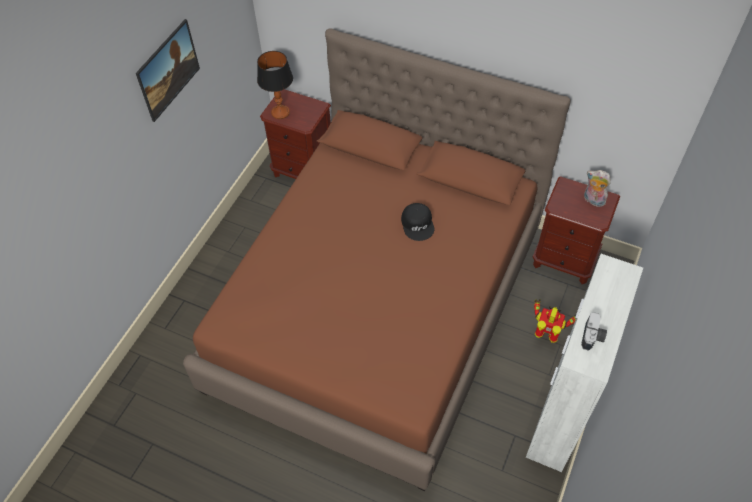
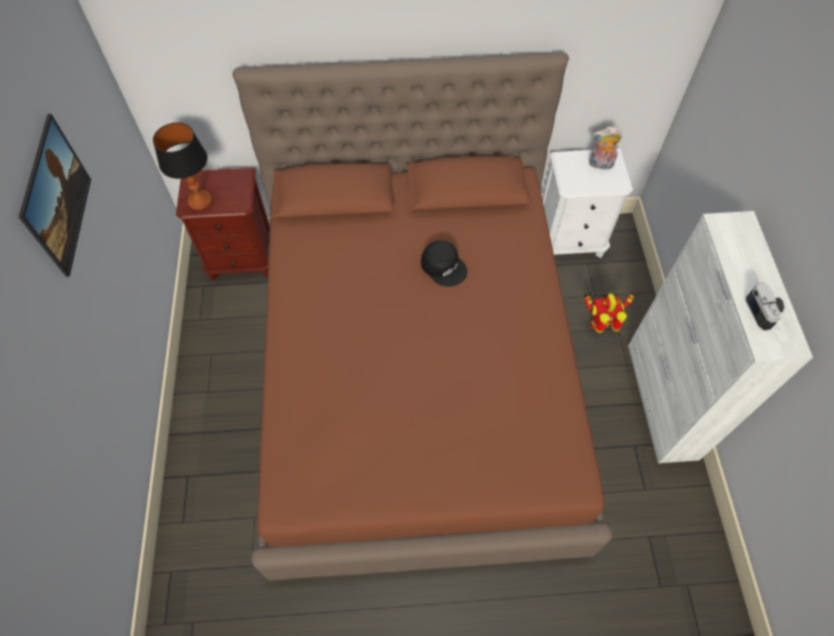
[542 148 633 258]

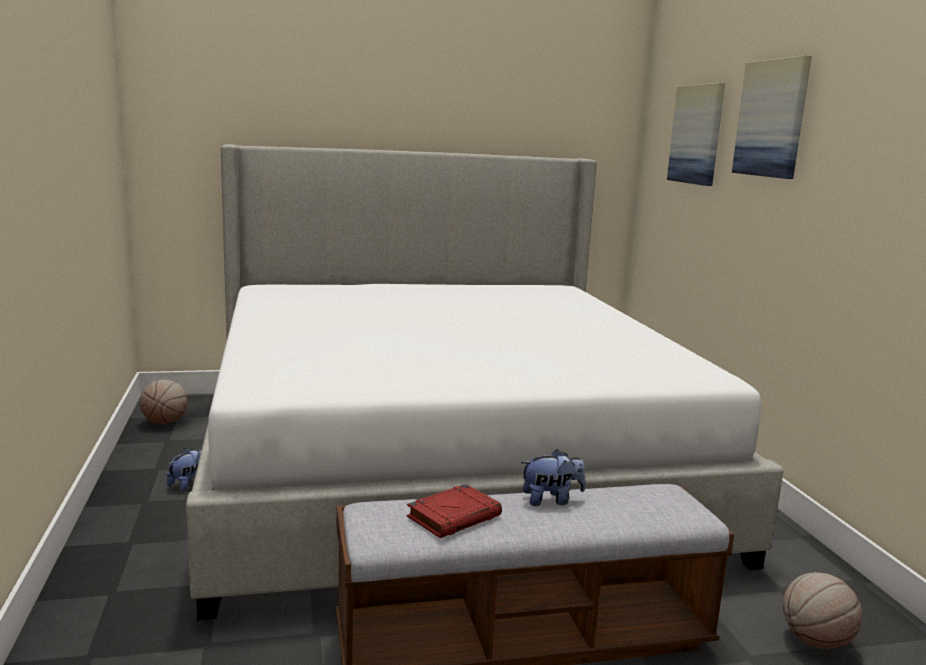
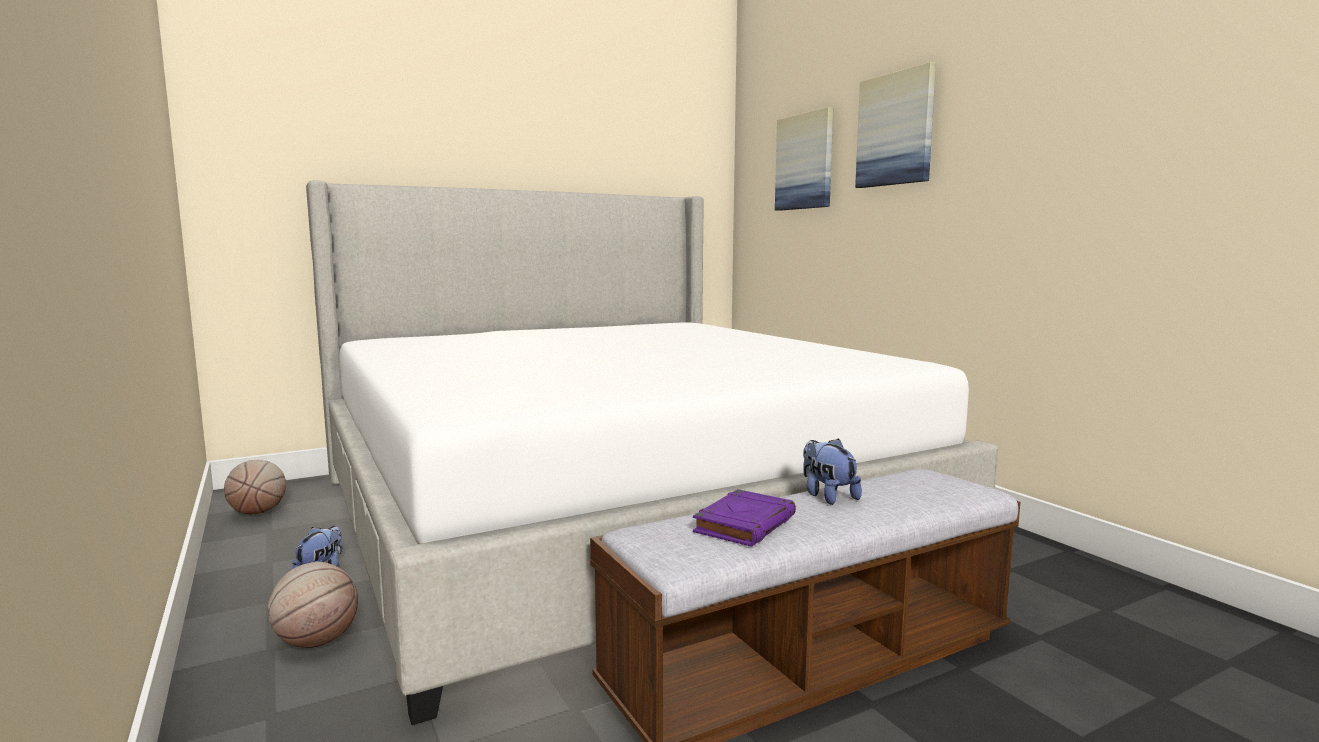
[803 438 862 505]
[693 489 796 547]
[268 562 358 648]

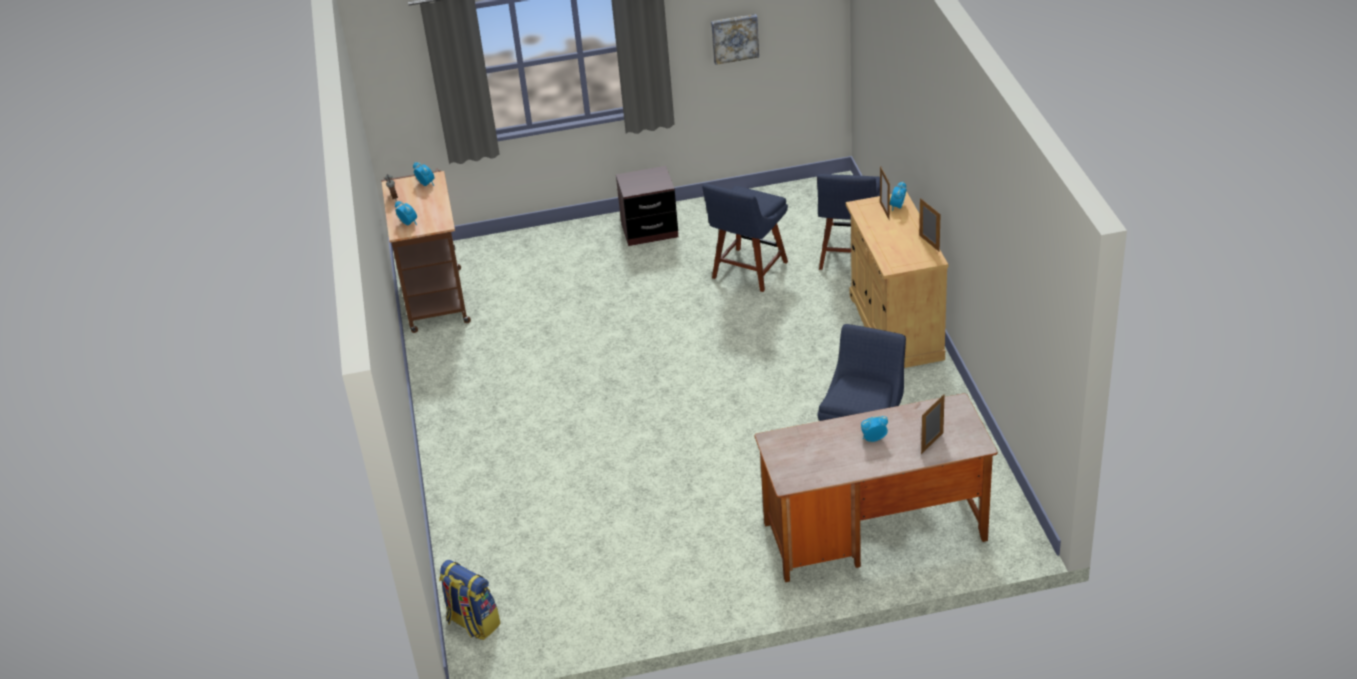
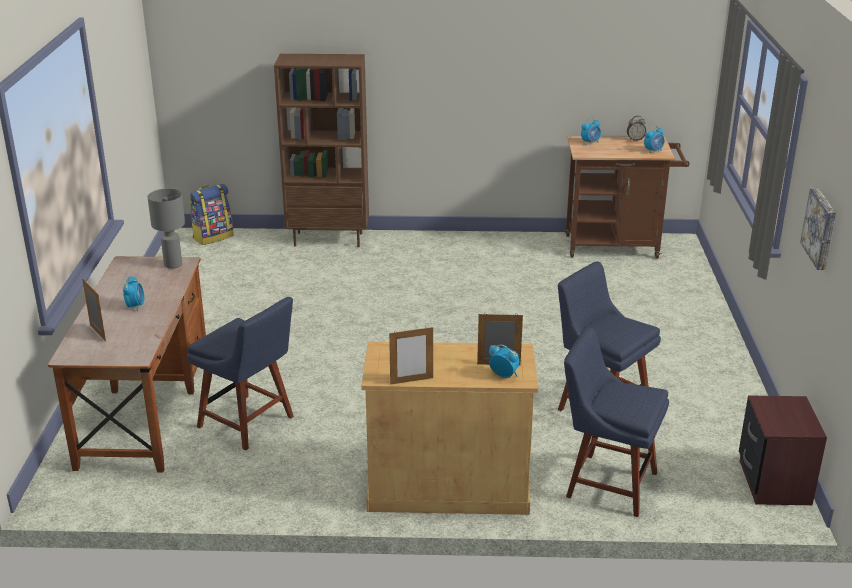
[739 395 827 505]
[274 54 369 247]
[147 189 185 269]

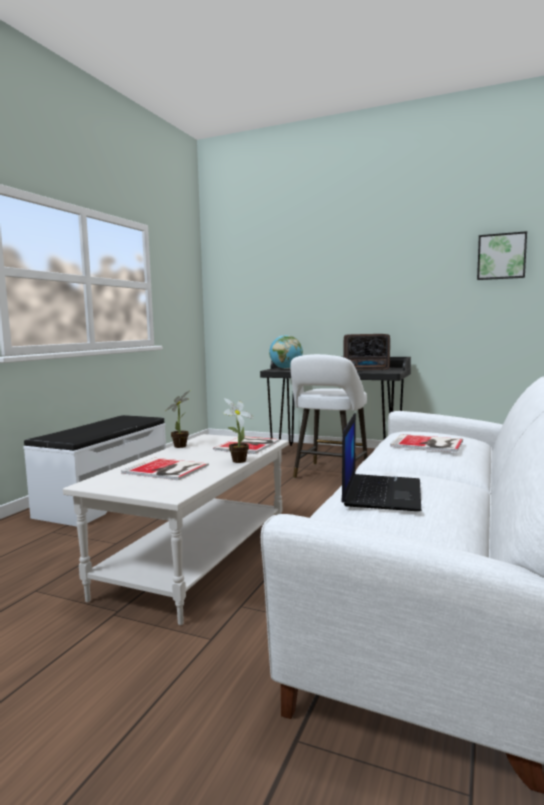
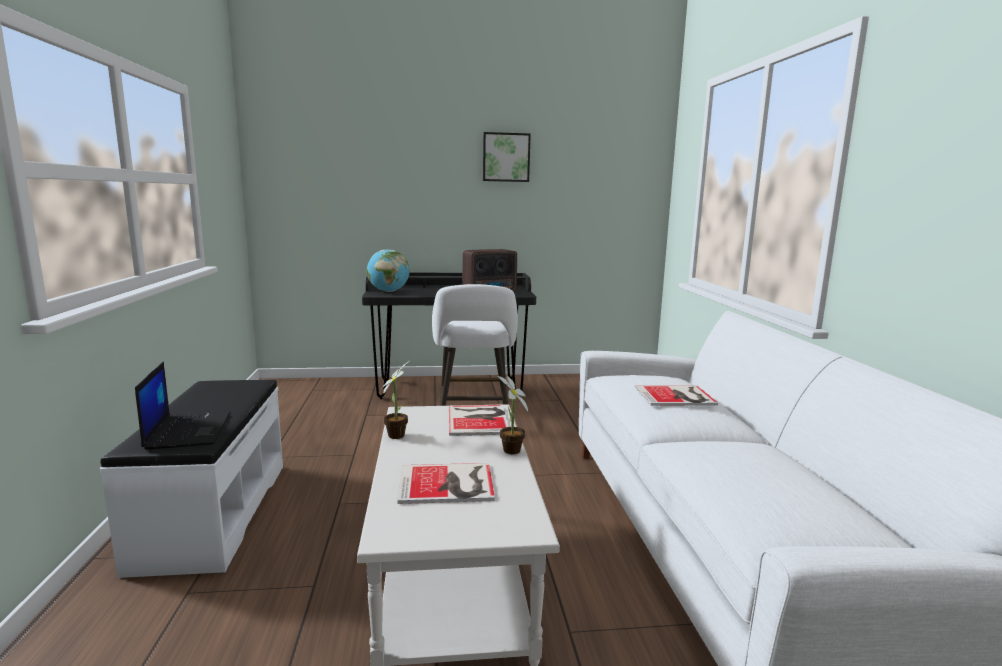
[483 132 531 182]
[135 362 231 450]

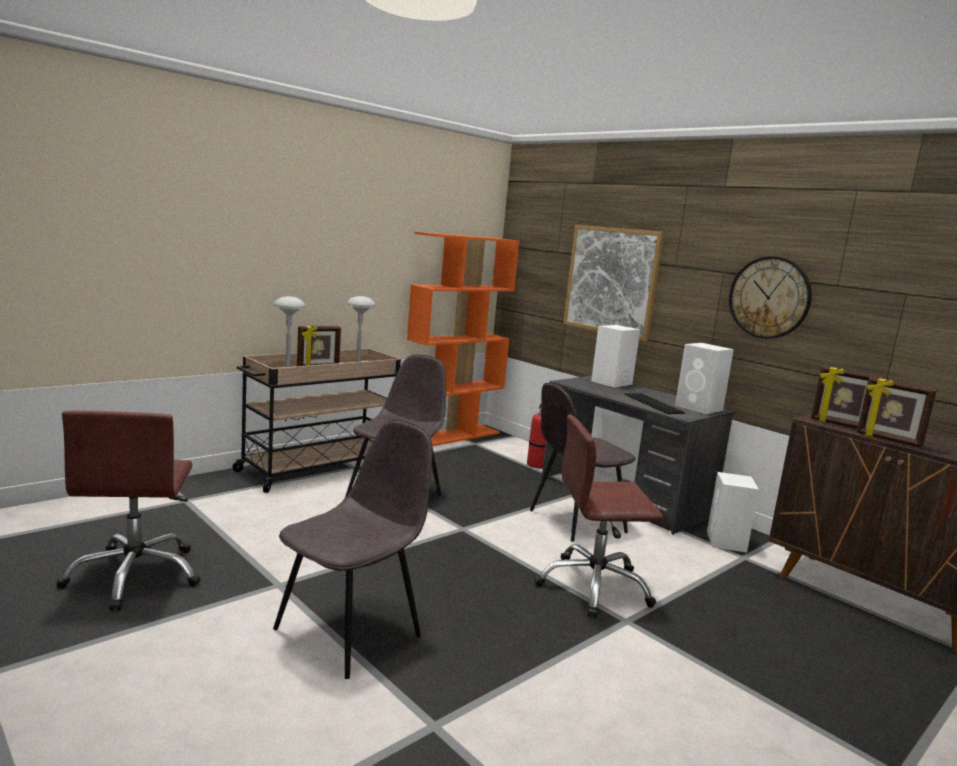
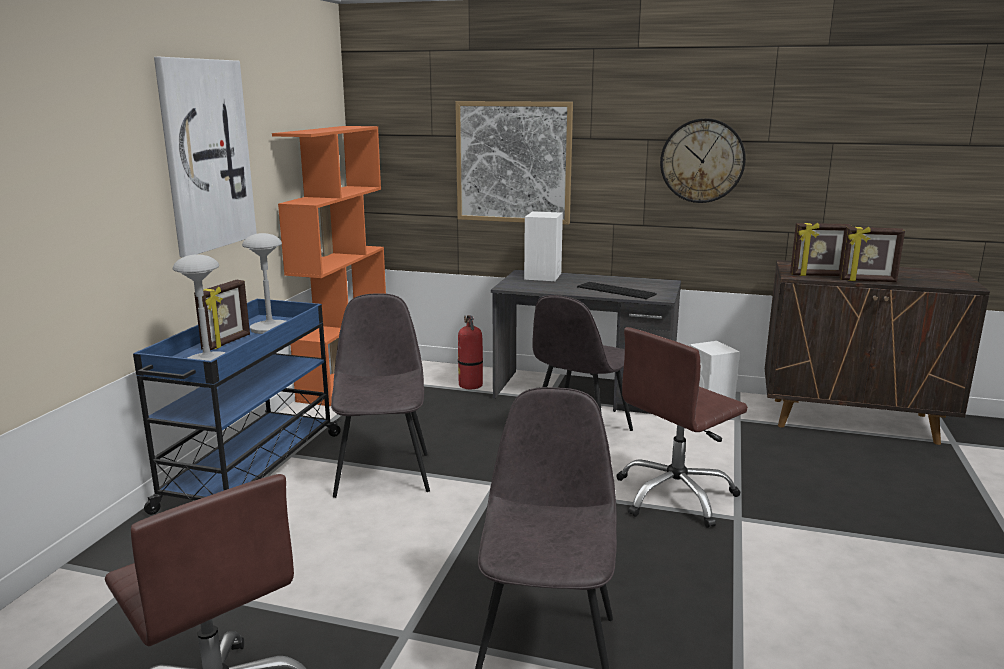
[675 343 734 414] (first image)
[133 299 342 515]
[154 57 257 258]

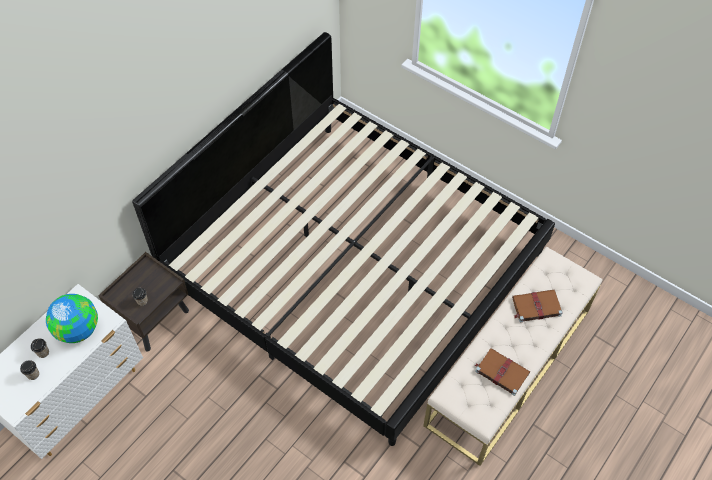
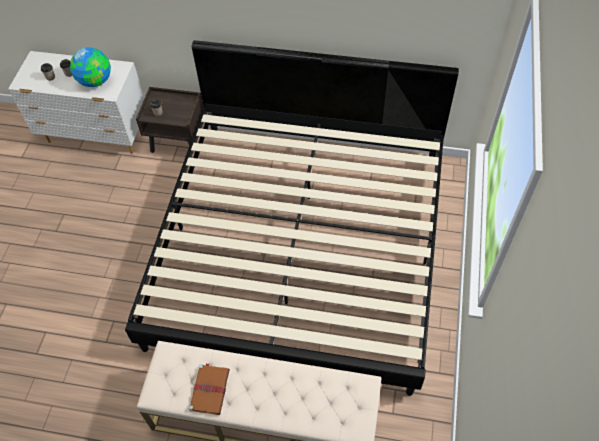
[512 290 563 322] (first image)

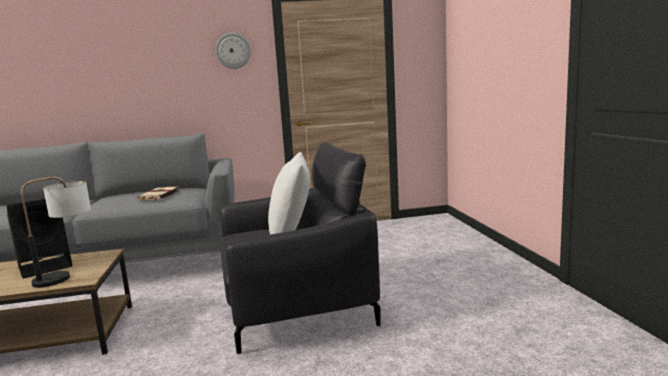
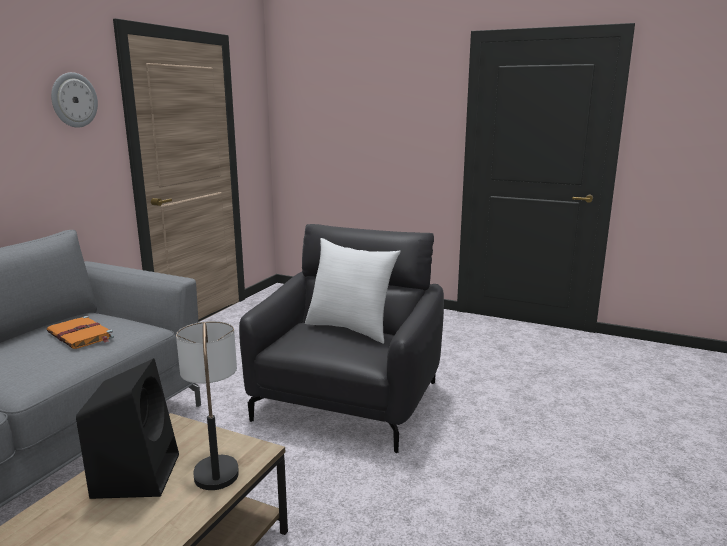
[47 316 114 349]

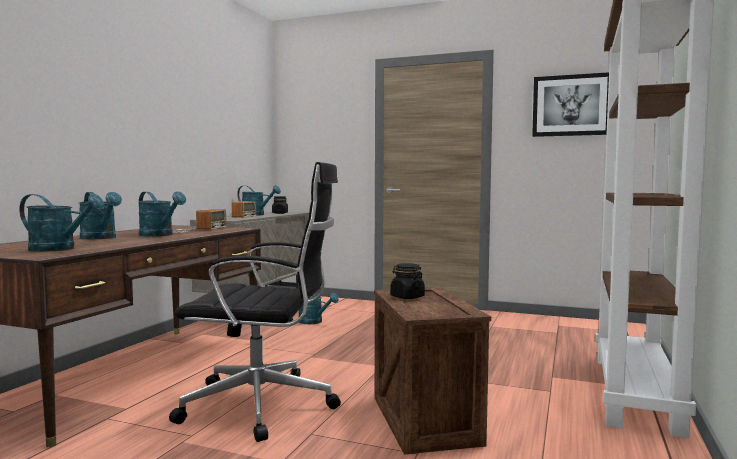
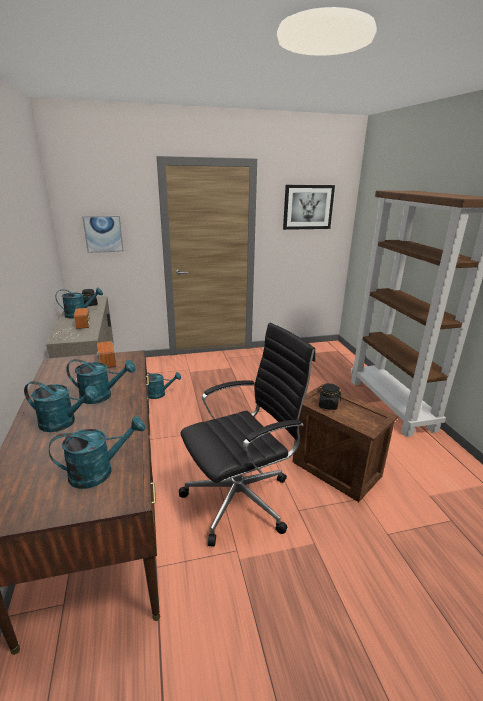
[82 216 124 253]

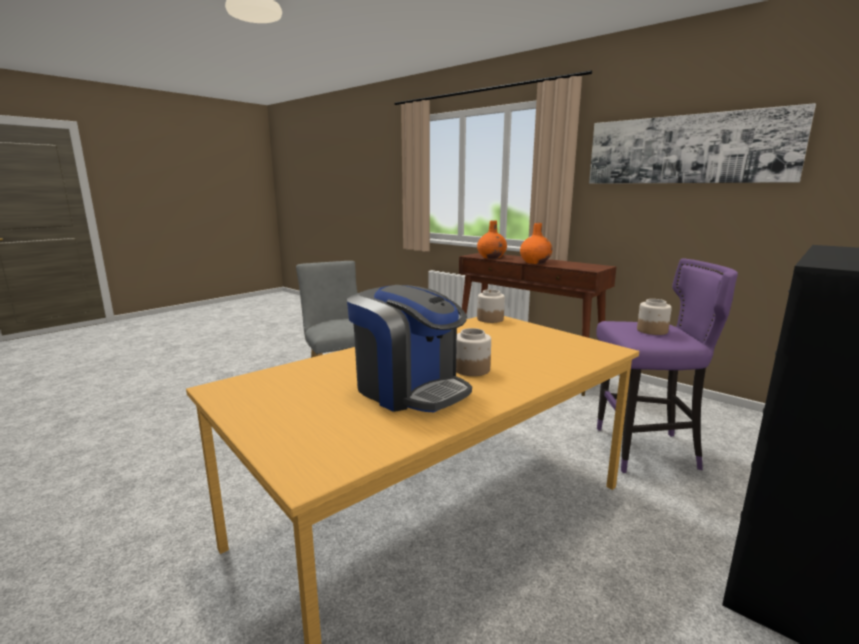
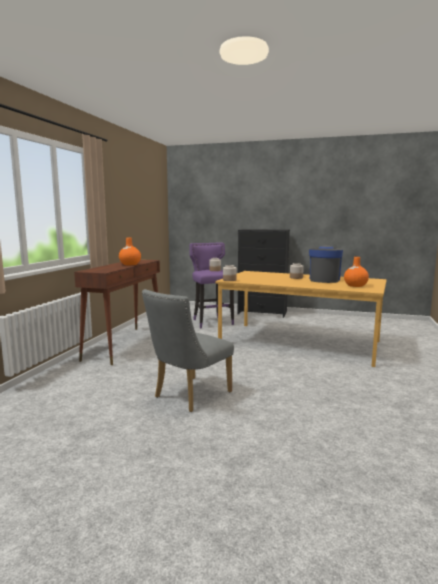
[589 103 816 184] (first image)
[344 257 369 287]

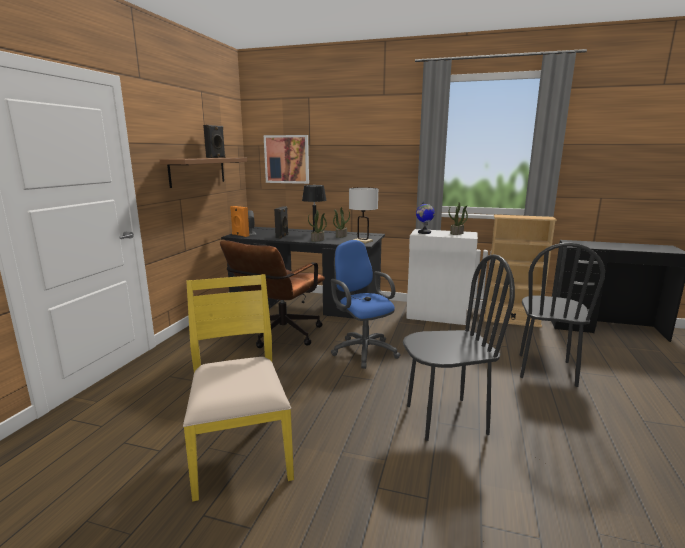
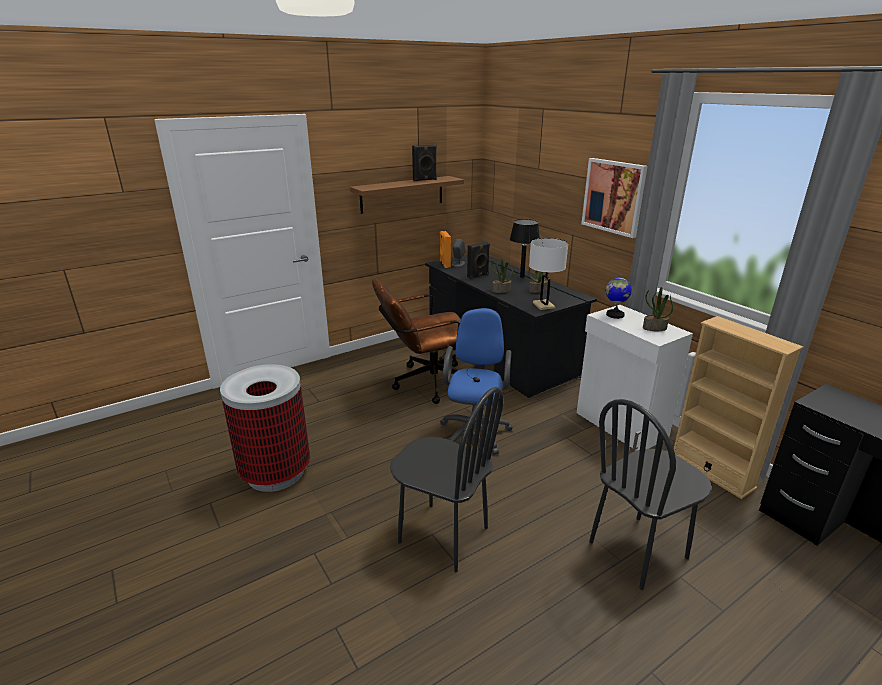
[581 158 648 238]
[220 364 310 492]

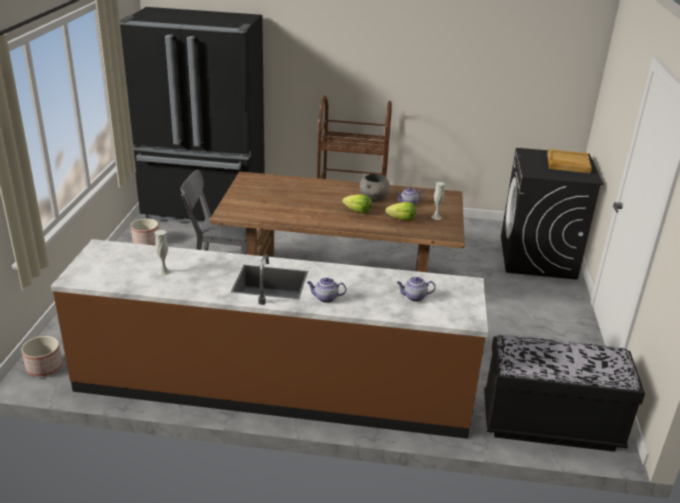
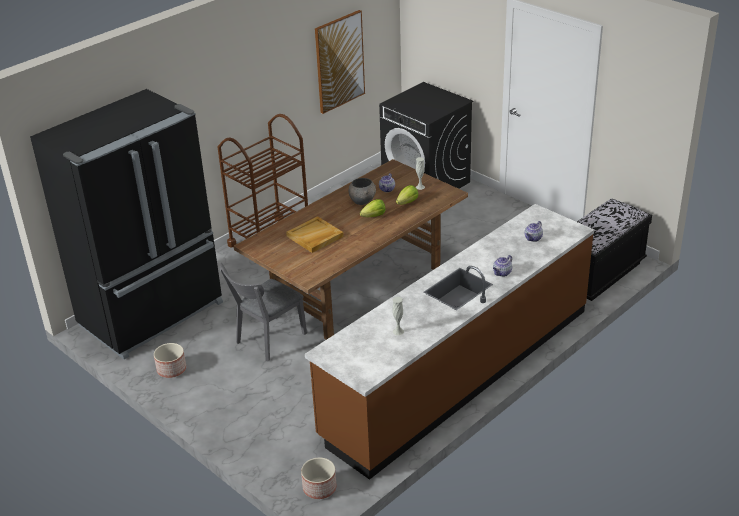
[286 216 344 253]
[315 10 365 114]

